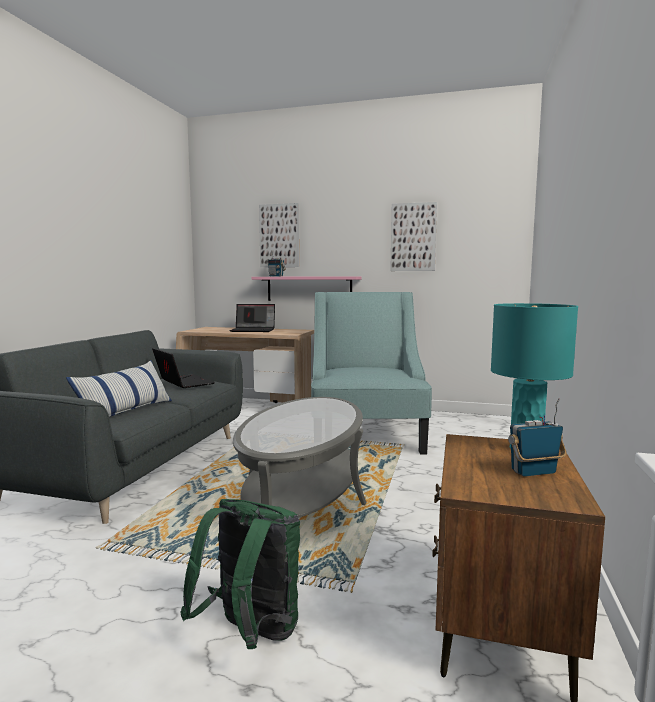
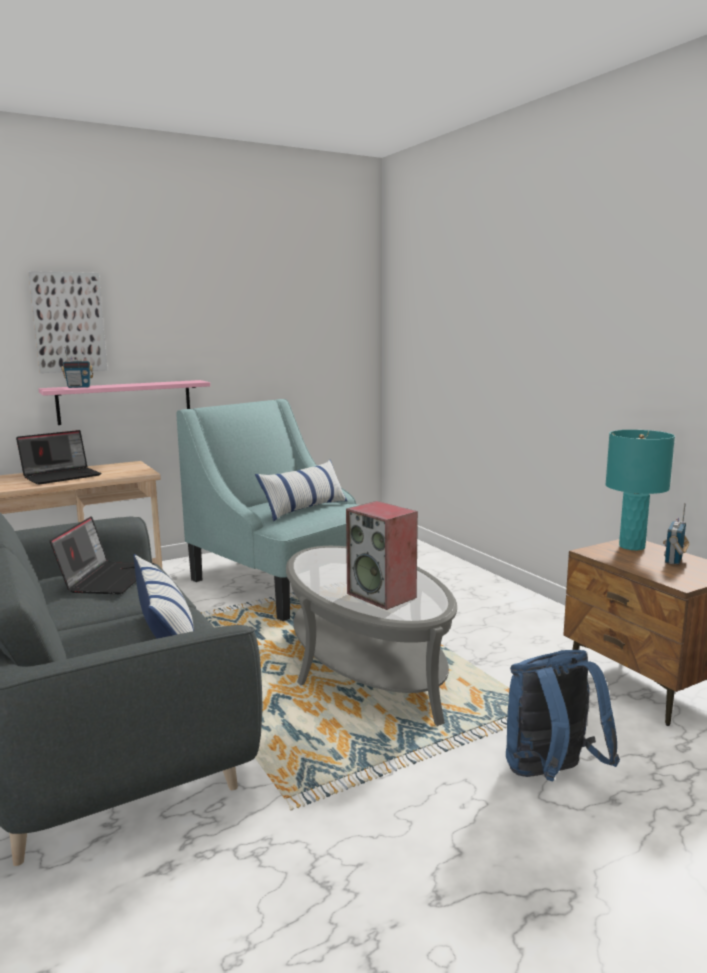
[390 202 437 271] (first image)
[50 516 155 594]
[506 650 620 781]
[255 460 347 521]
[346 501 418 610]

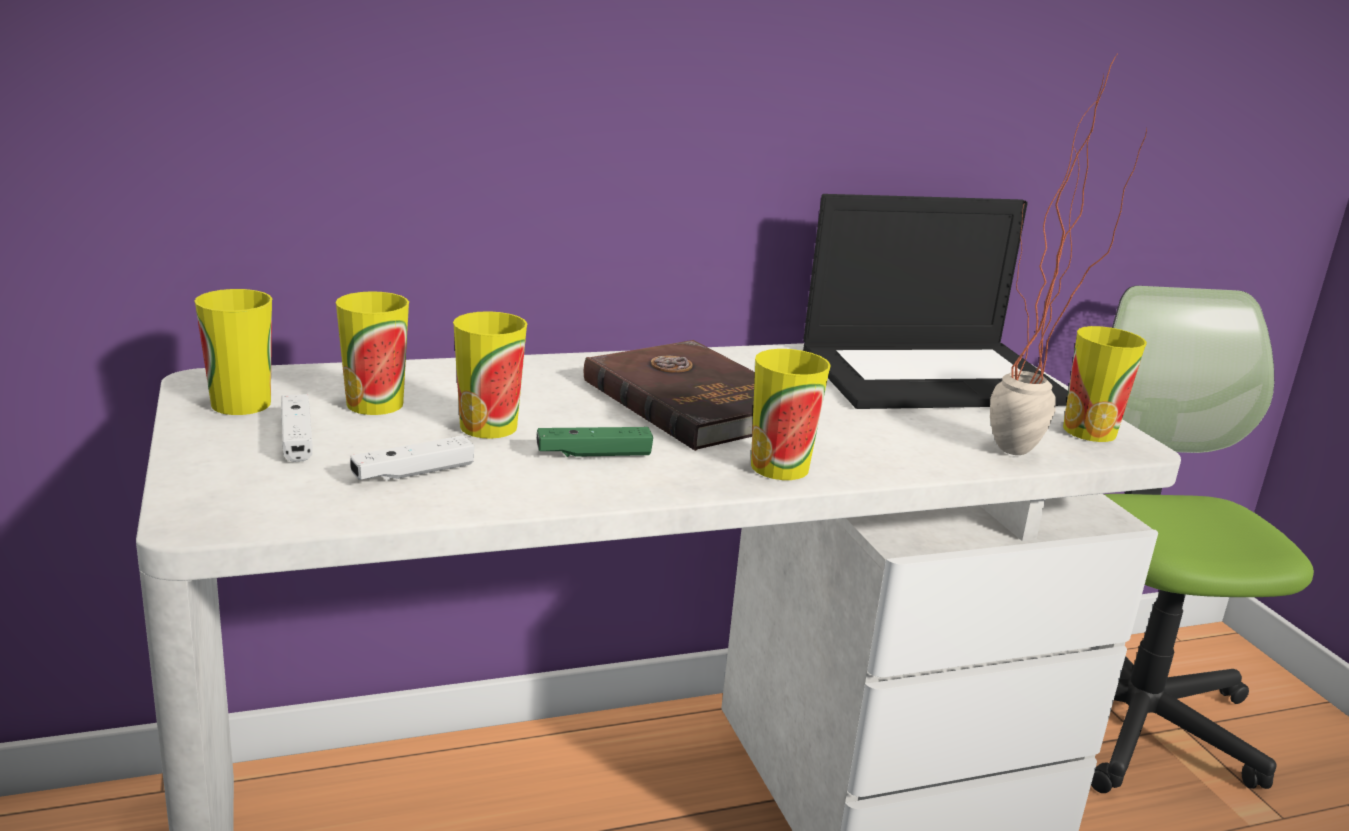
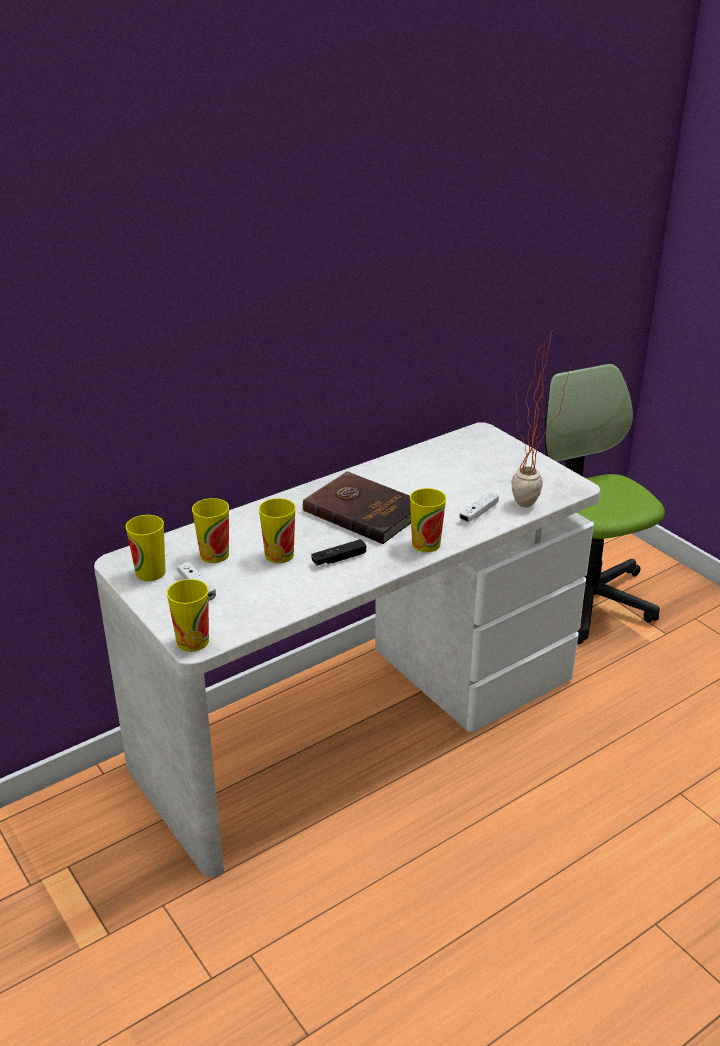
[803 194 1068 409] (first image)
[167 579 209 652]
[311 539 366 566]
[459 492 499 522]

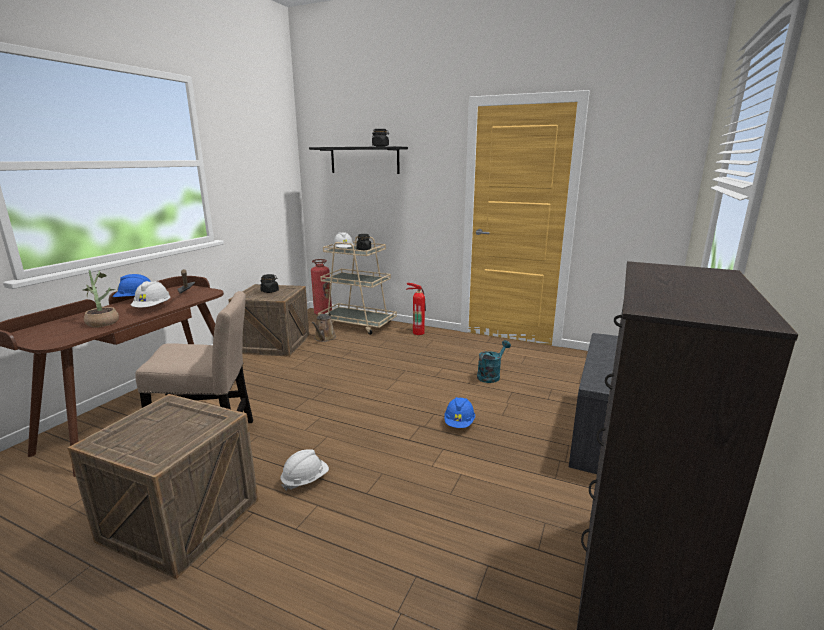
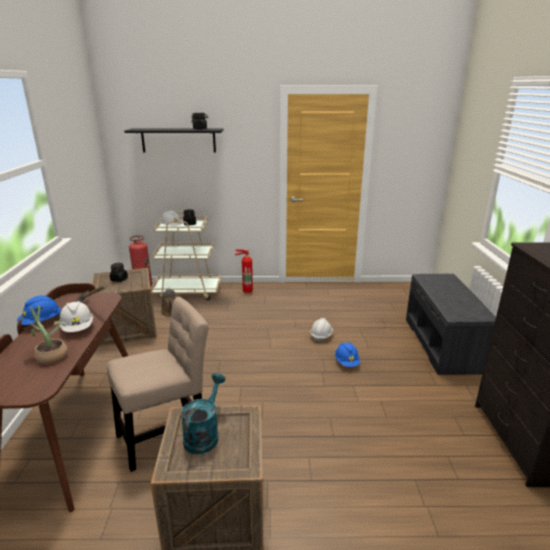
[181 373 226 454]
[310 318 333 343]

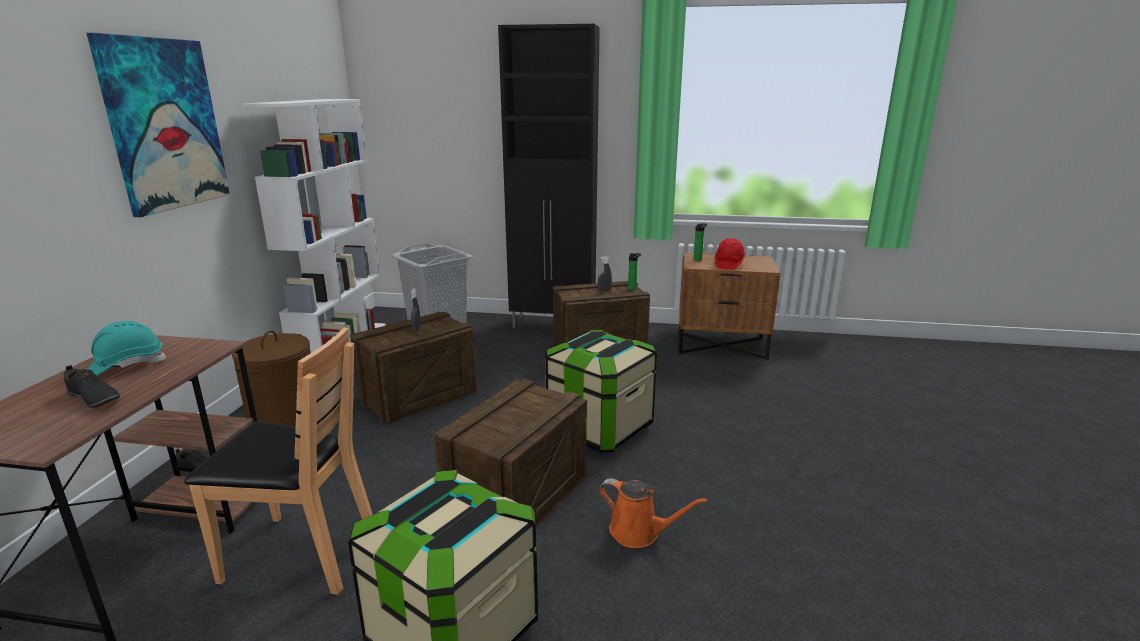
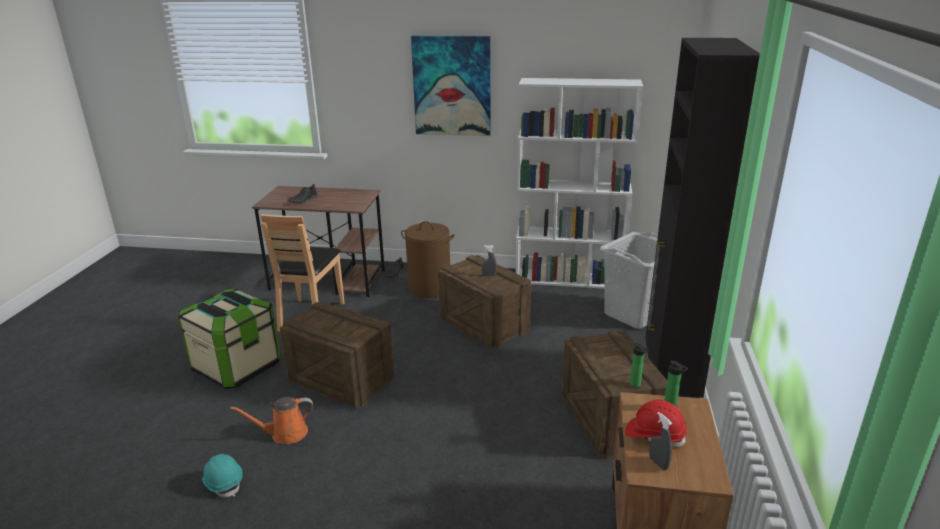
[649 412 672 470]
[202 454 243 498]
[545 330 657 453] (first image)
[230 397 313 444]

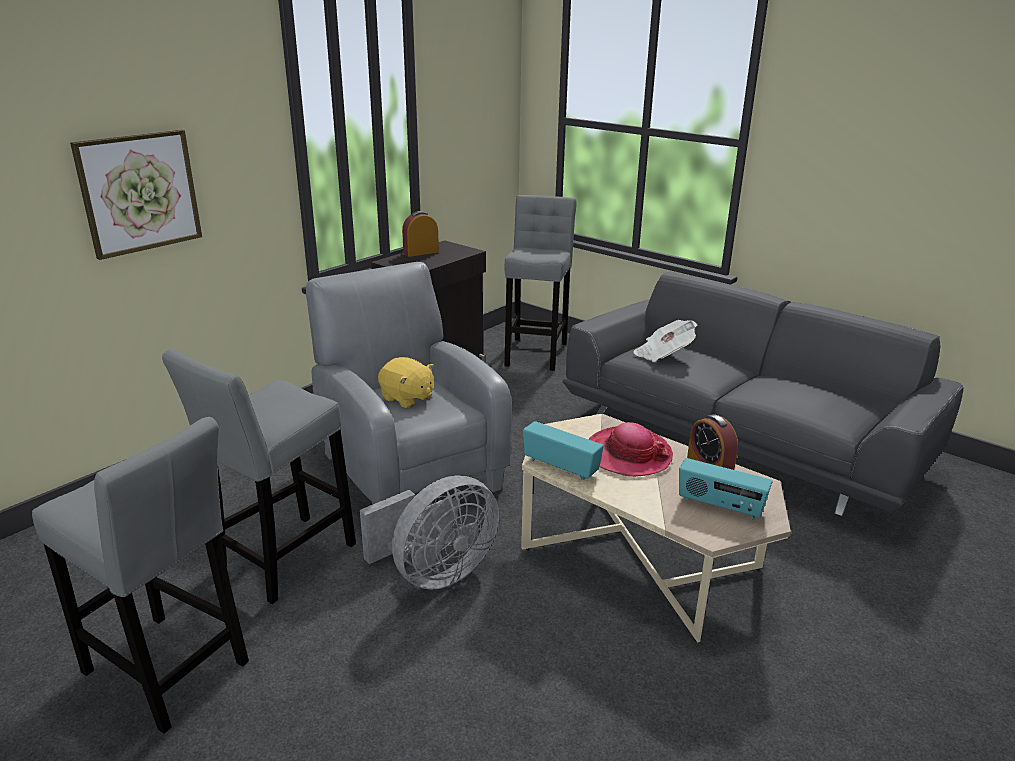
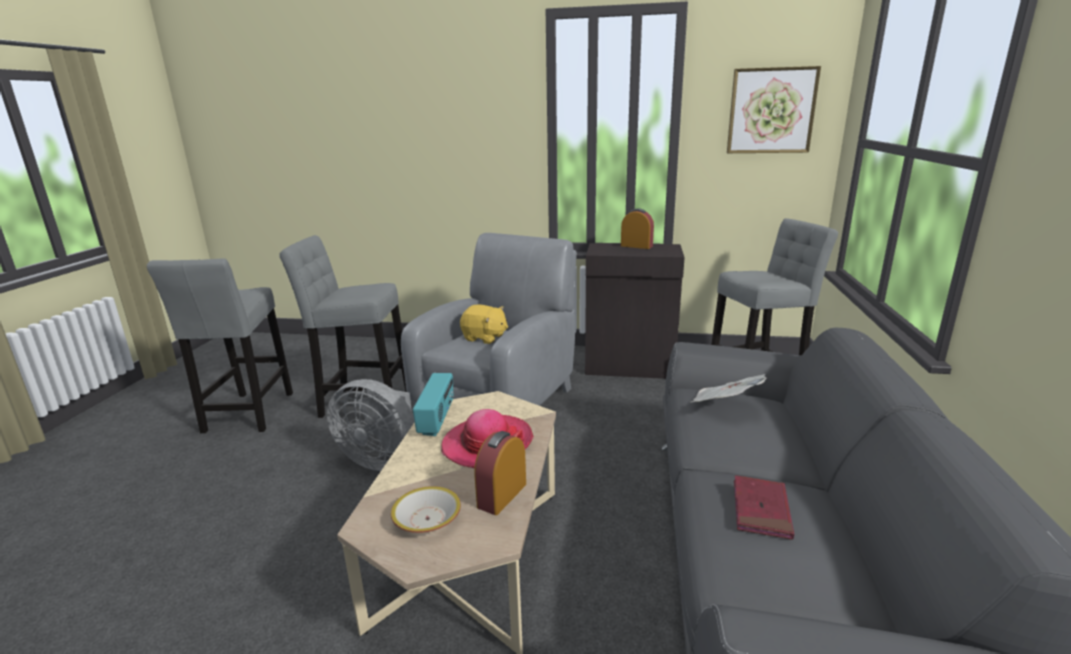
[727 66 821 153]
[460 305 508 344]
[391 486 461 533]
[734 475 794 540]

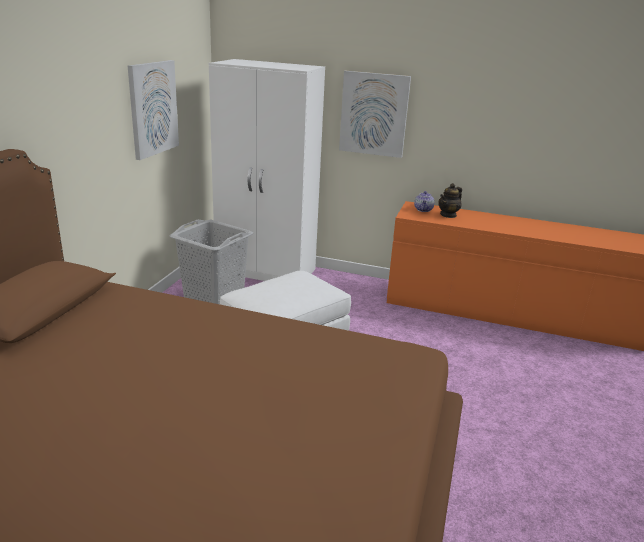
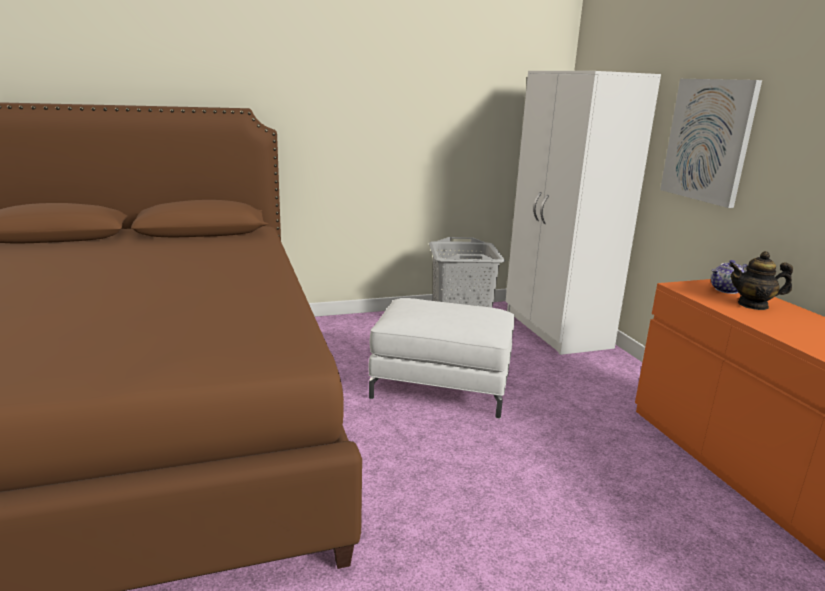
[128 60 179 160] (first image)

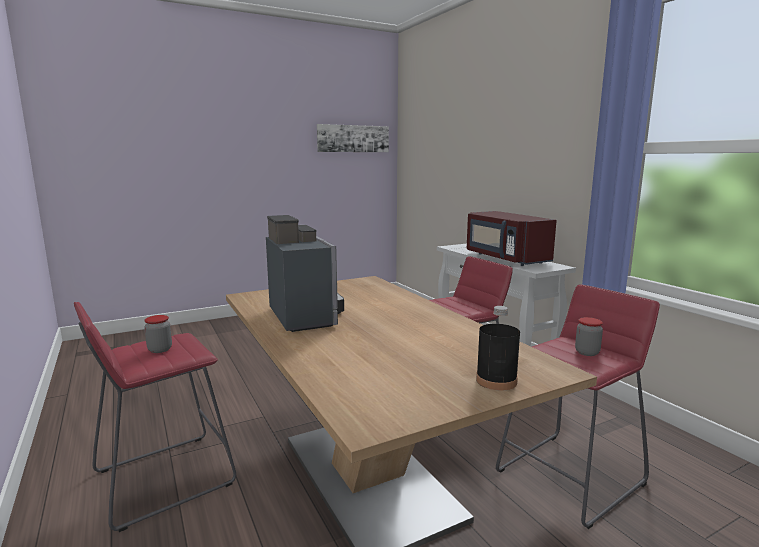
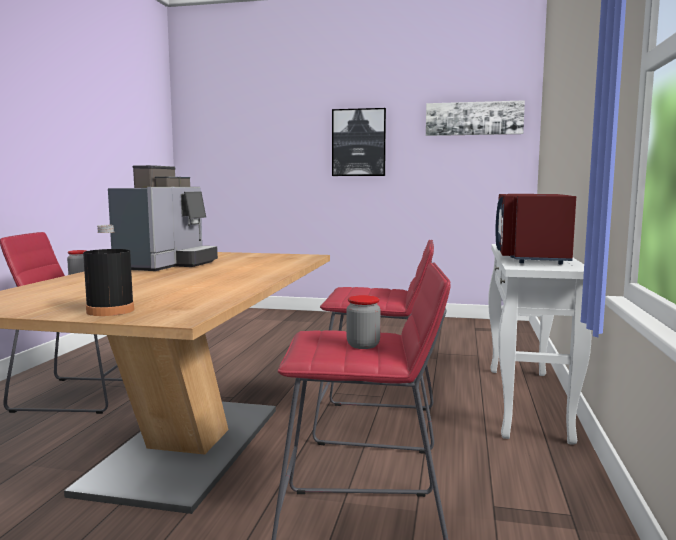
[332 108 386 176]

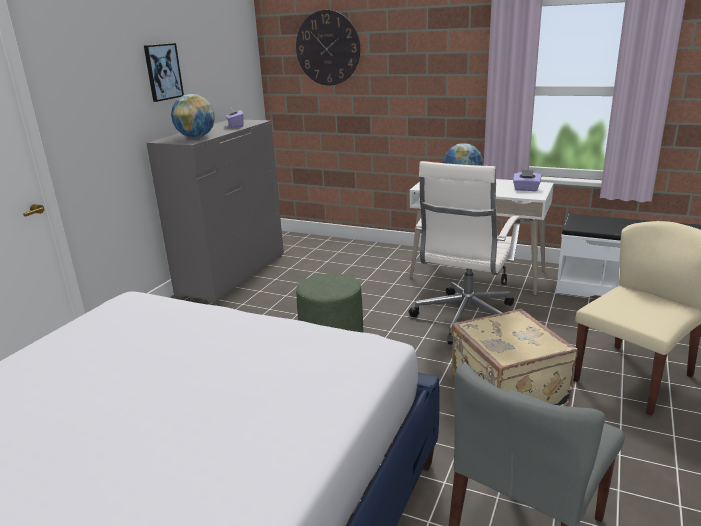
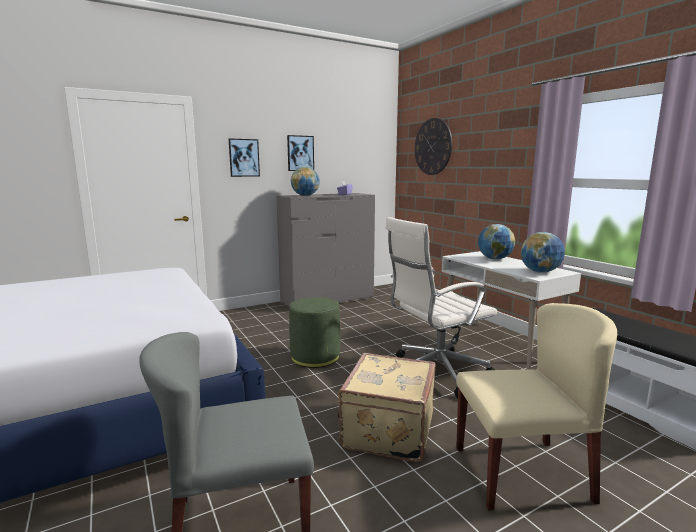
[521 232 565 273]
[229 138 260 177]

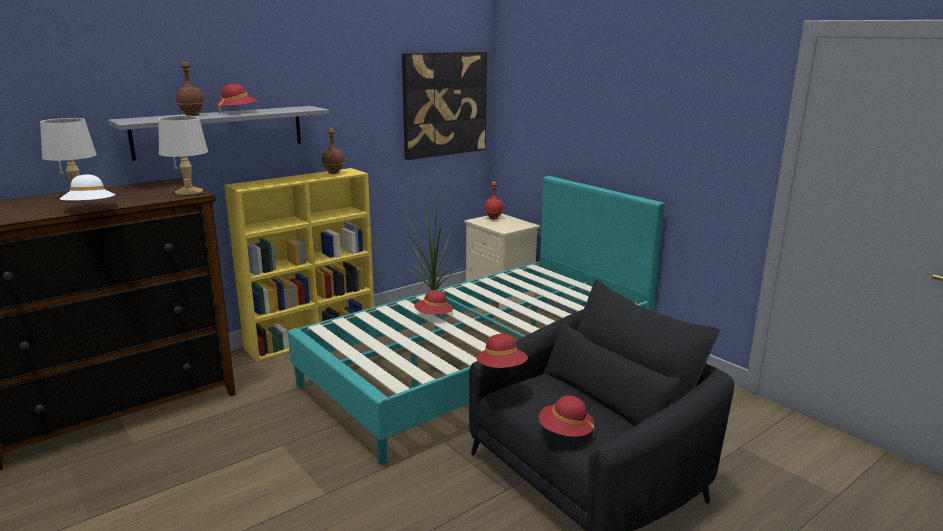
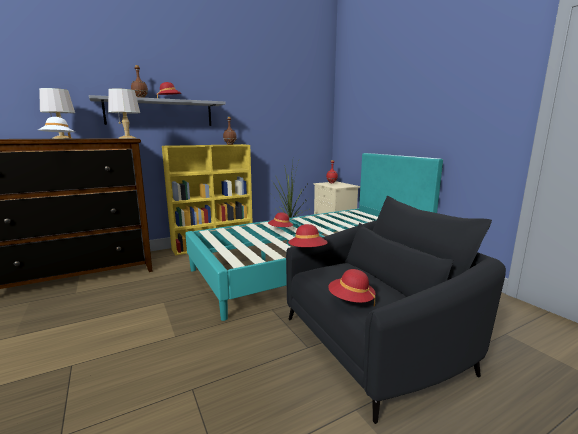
[402 52 487 160] (first image)

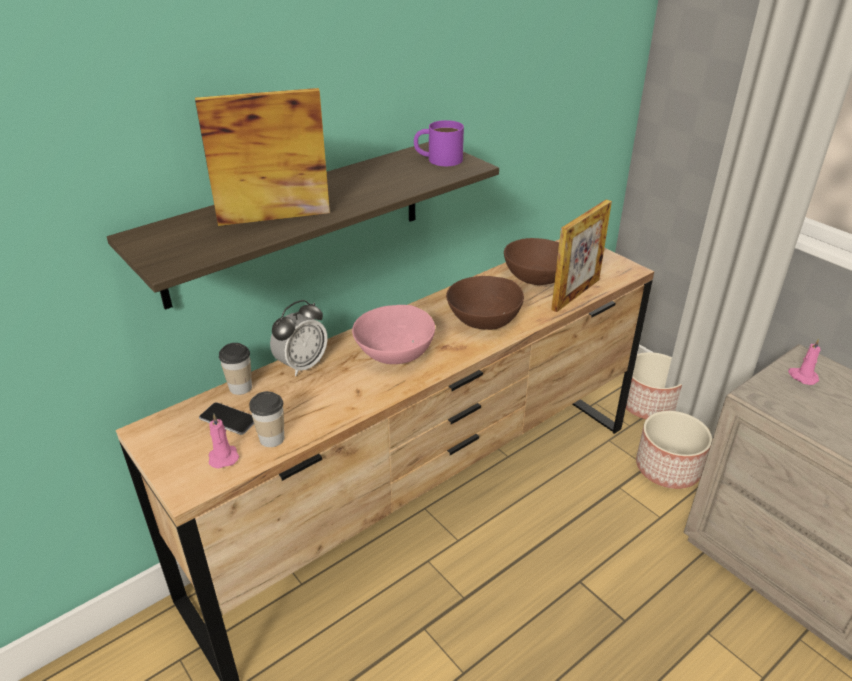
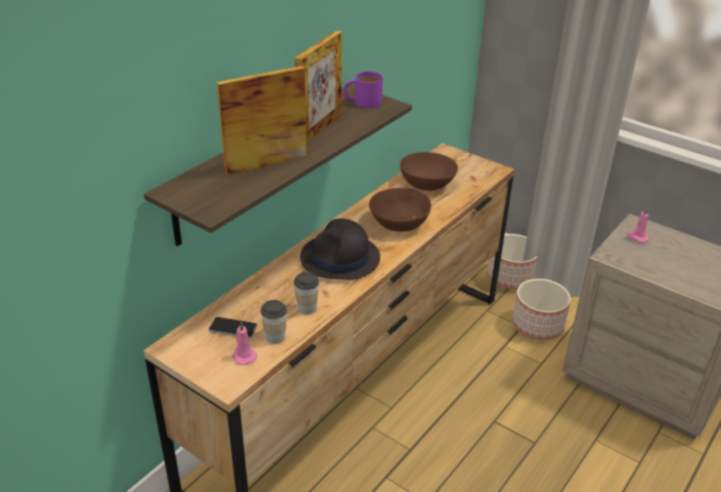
[294 30 342 142]
[270 300 328 376] (first image)
[300 218 380 280]
[294 272 319 315]

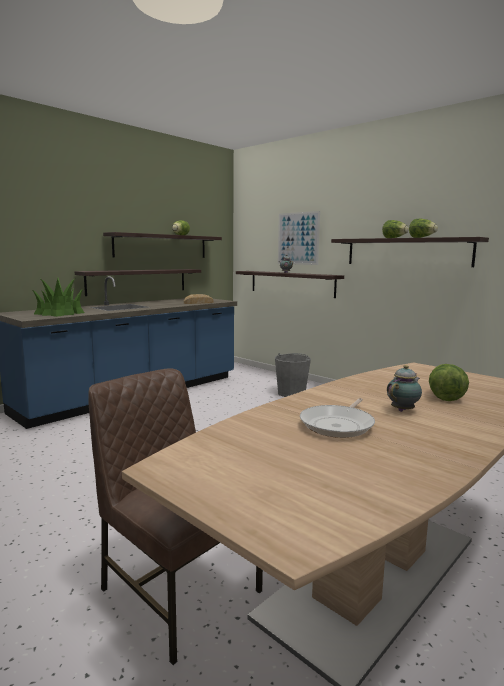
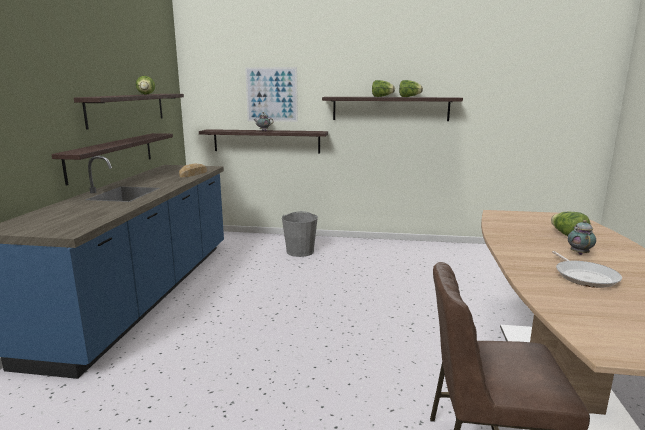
[33 278 85 317] (first image)

